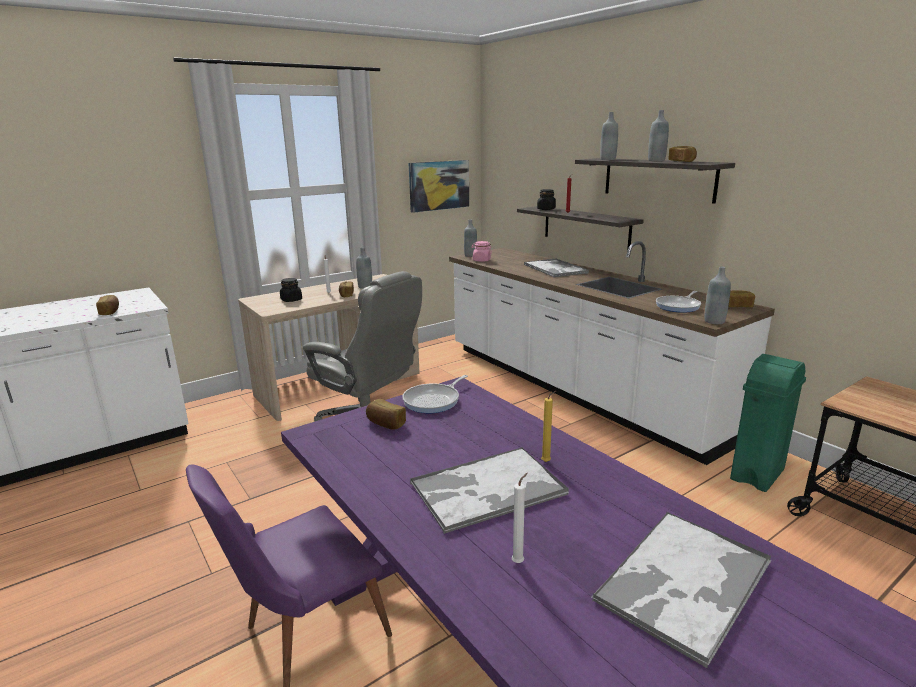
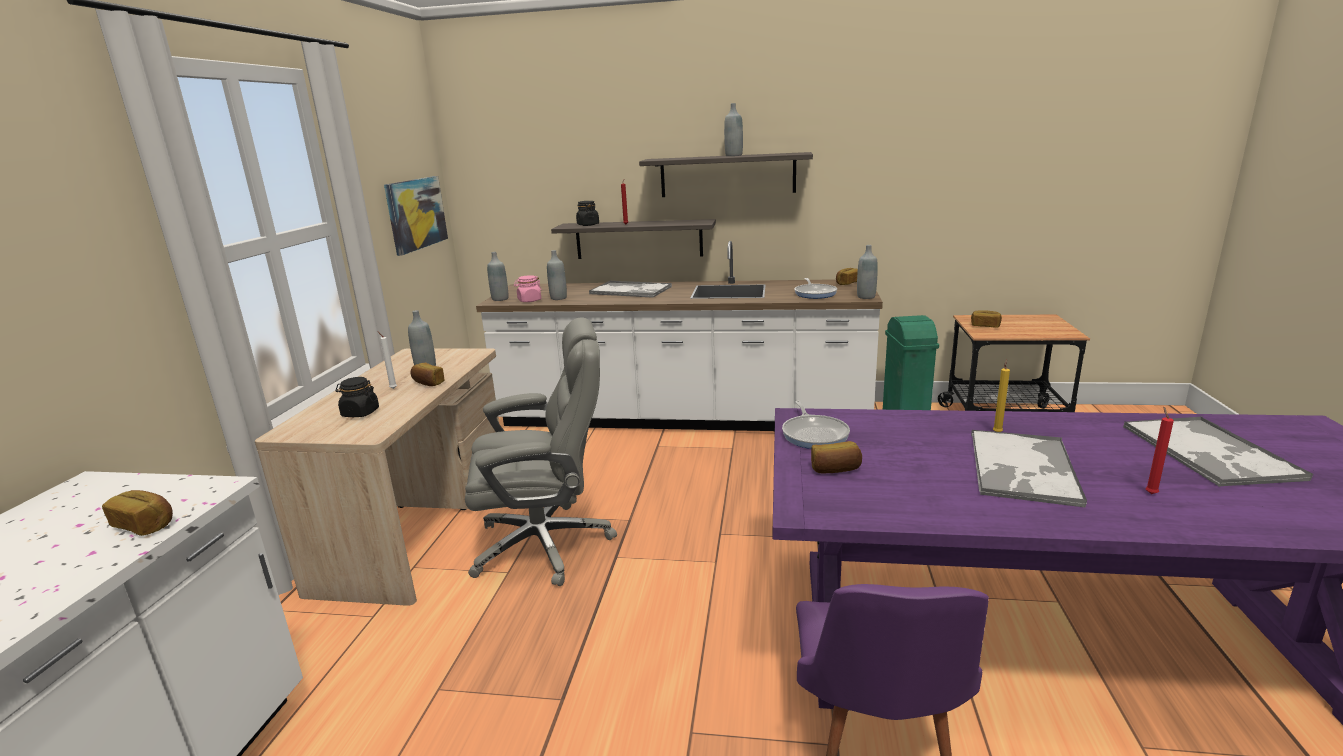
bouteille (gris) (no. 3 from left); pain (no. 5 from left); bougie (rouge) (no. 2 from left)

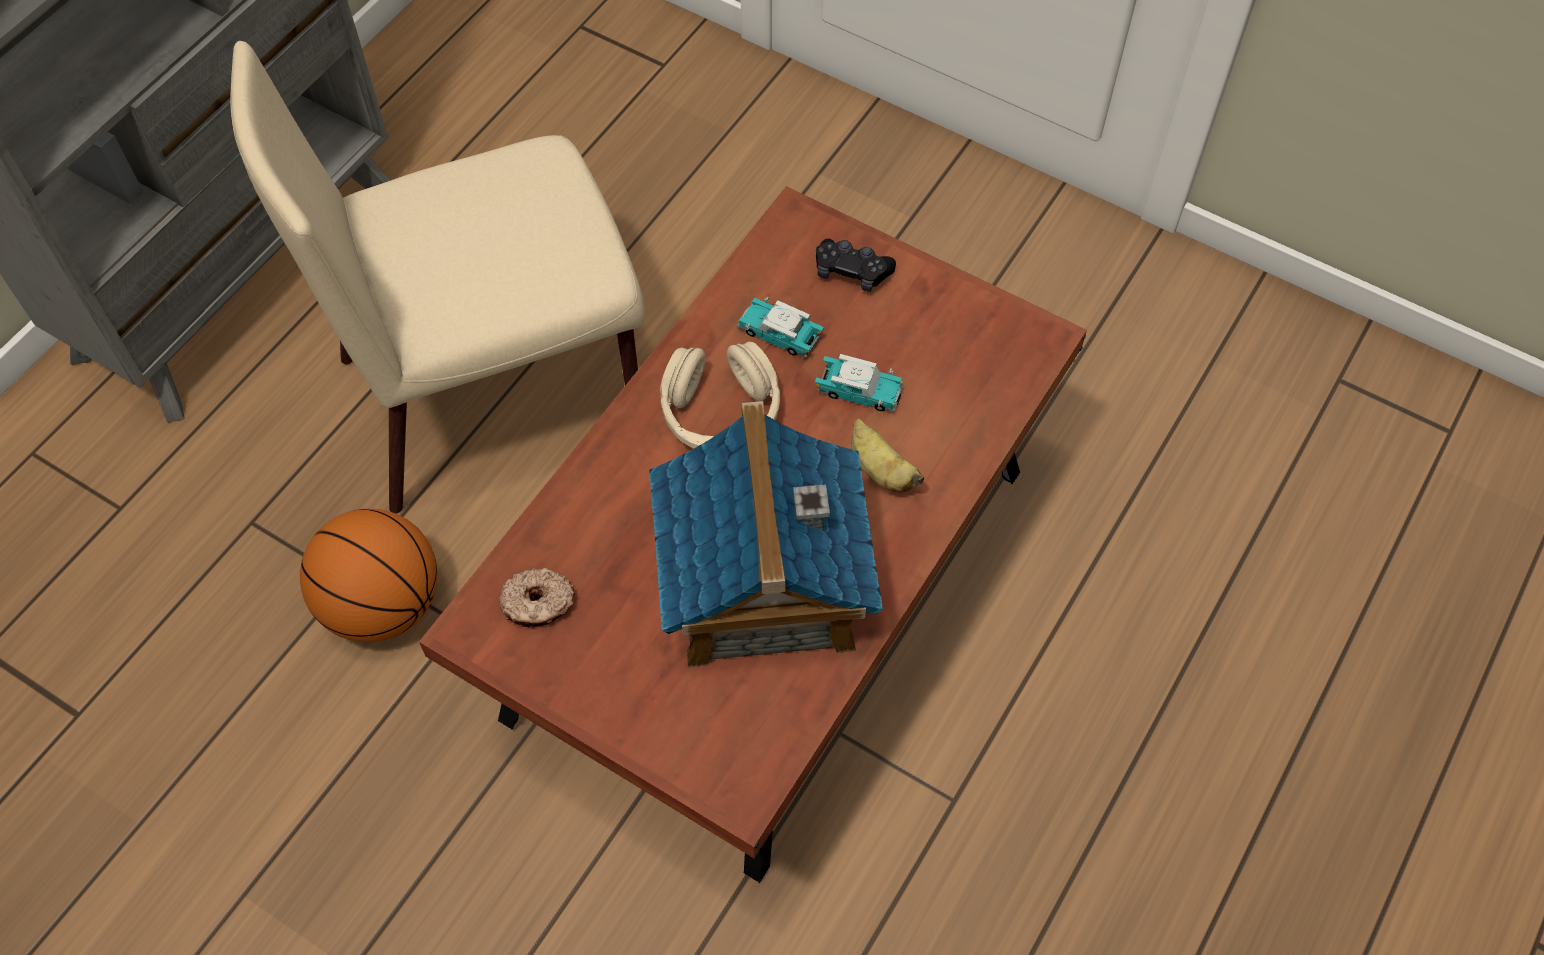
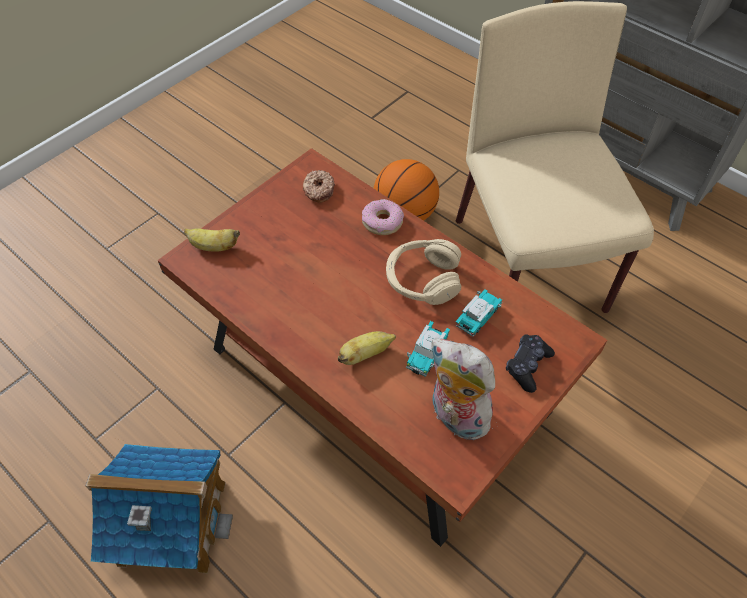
banane (no. 1 from left); beignet (no. 2 from left); peluche; maison miniature

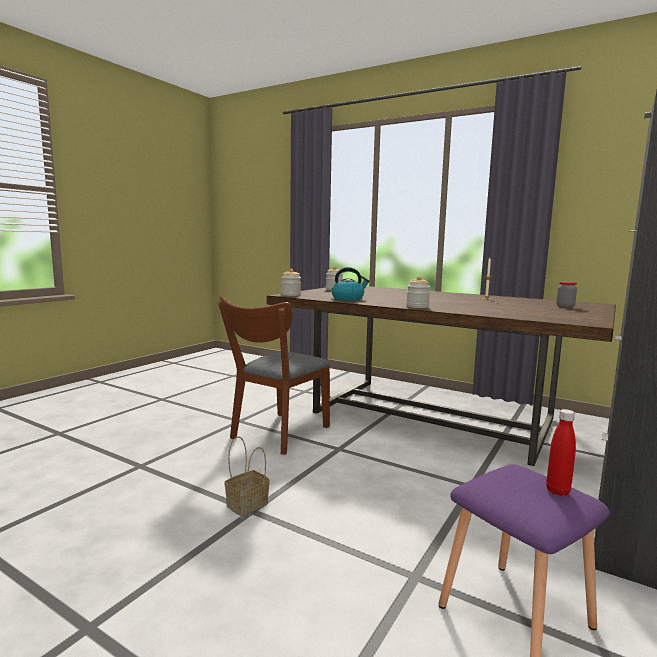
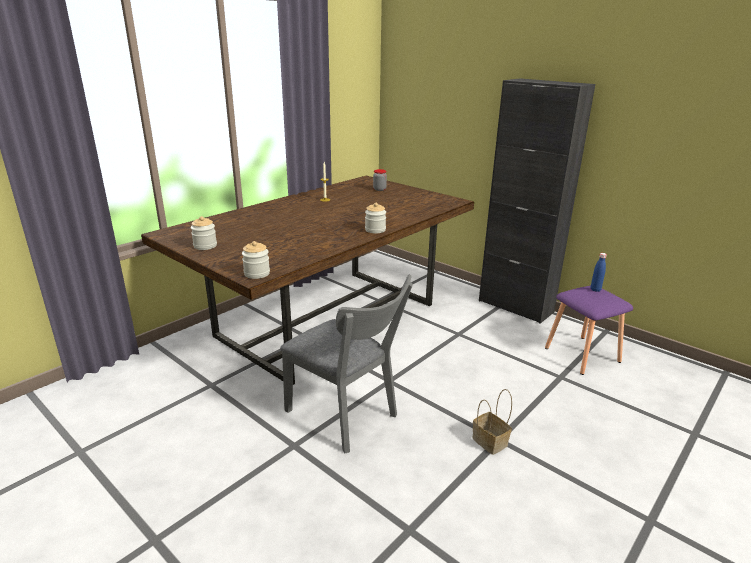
bouilloire; chaise (gris); bouteille (bleu)

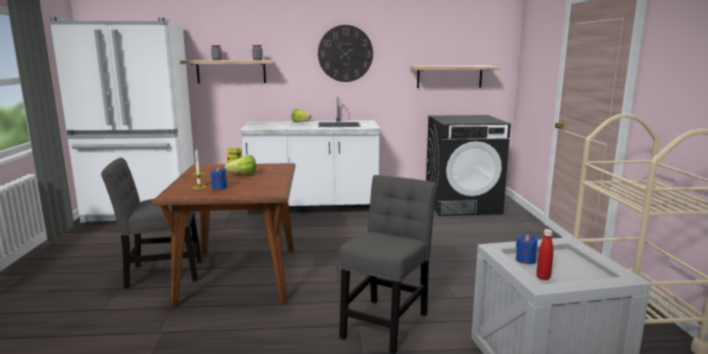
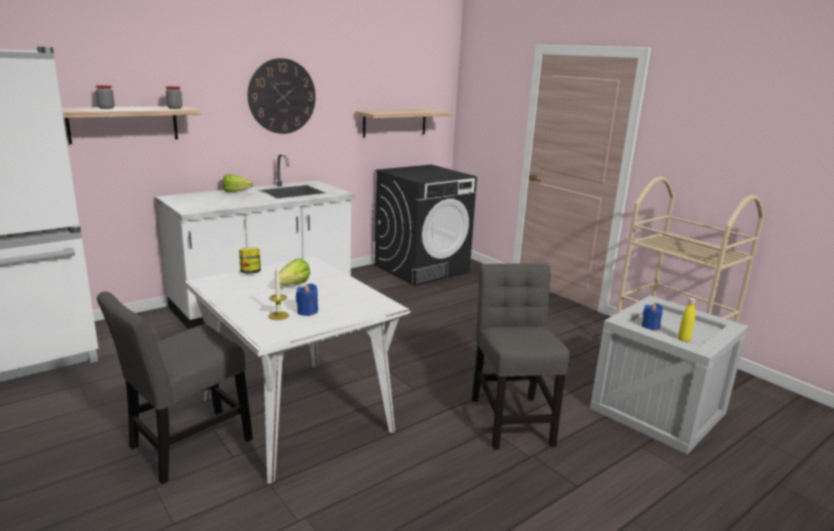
table à manger (blanc); bouteille (jaune)

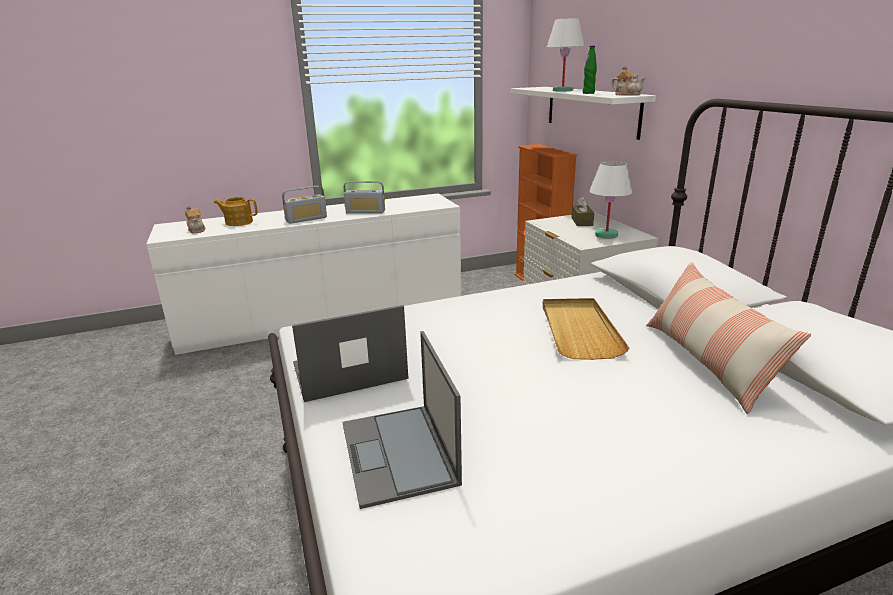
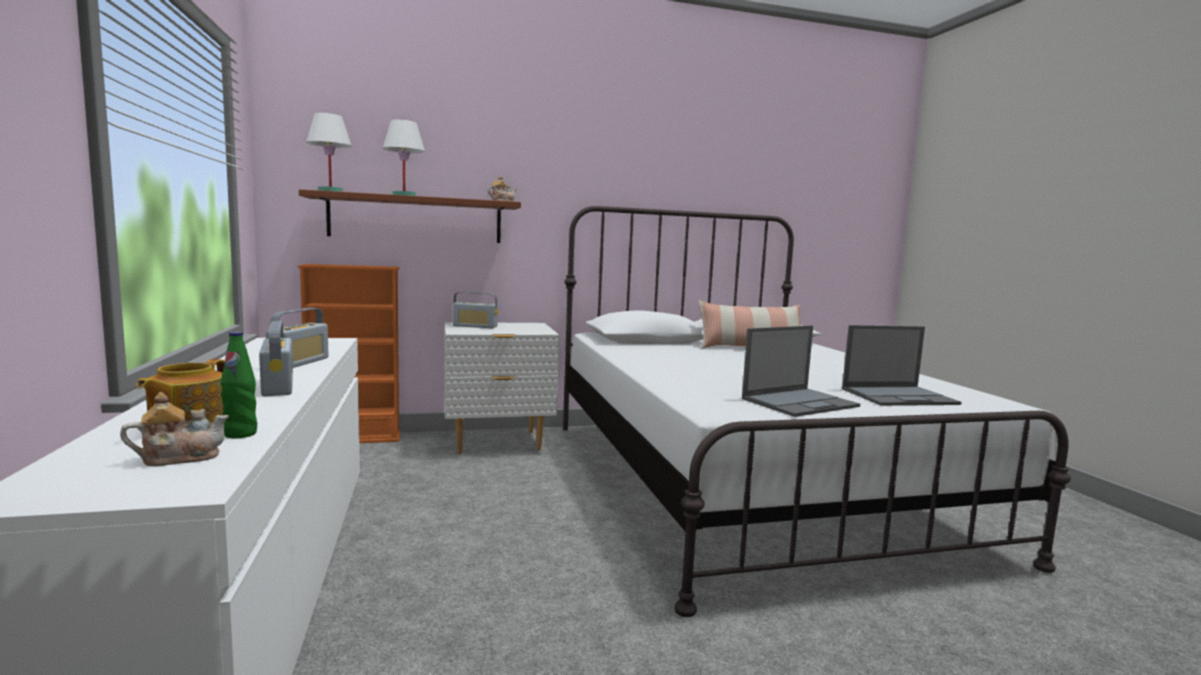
plateau (beige); bouteille (vert); lampe de table (blanc) (no. 1 from left); radio (no. 3 from left); étagère (marron); ordinateur portable (no. 1 from left)

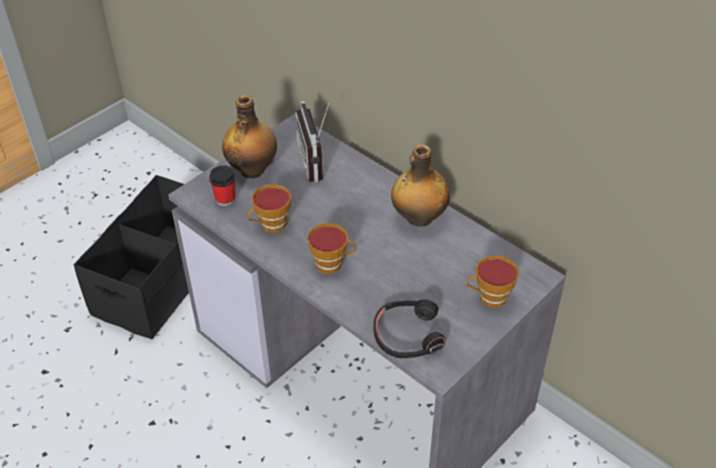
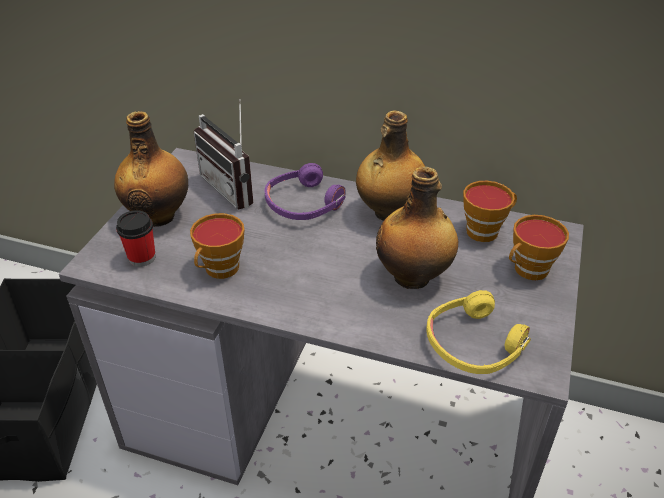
casque audio (violet); bouteille (no. 3 from left); tasse (no. 3 from left); casque audio (jaune)

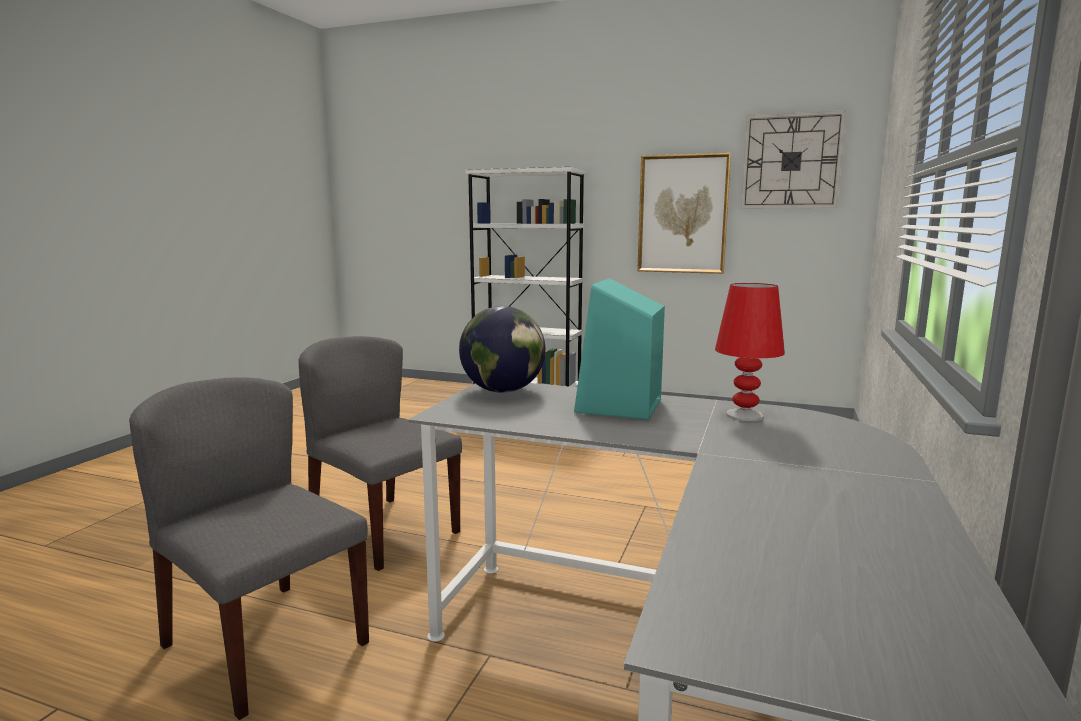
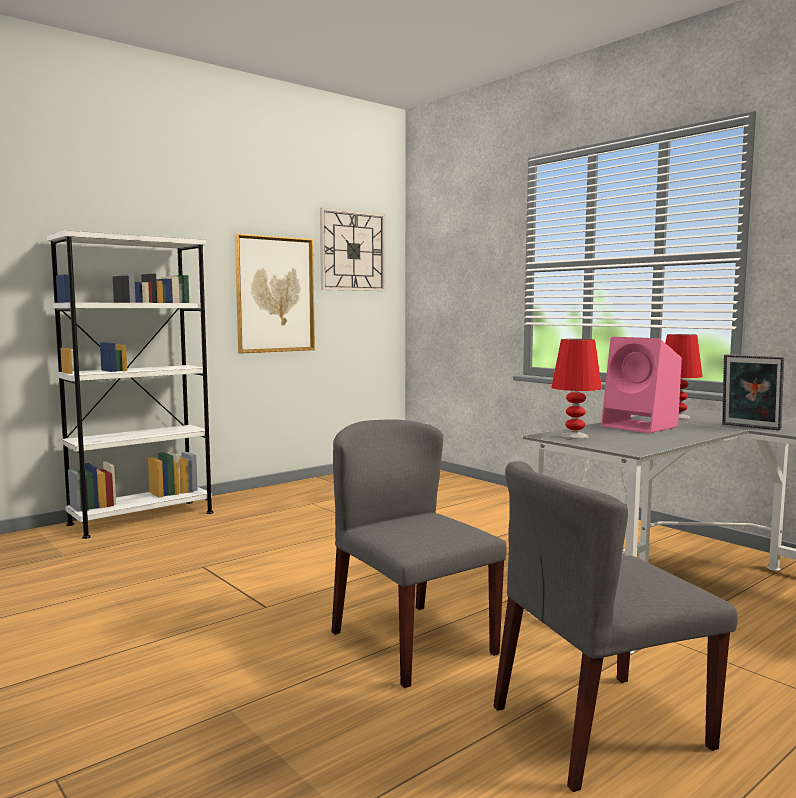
cadre photo; lampe de table (rouge) (no. 1 from left); enceinte (rose); chaise (gris) (no. 1 from left)

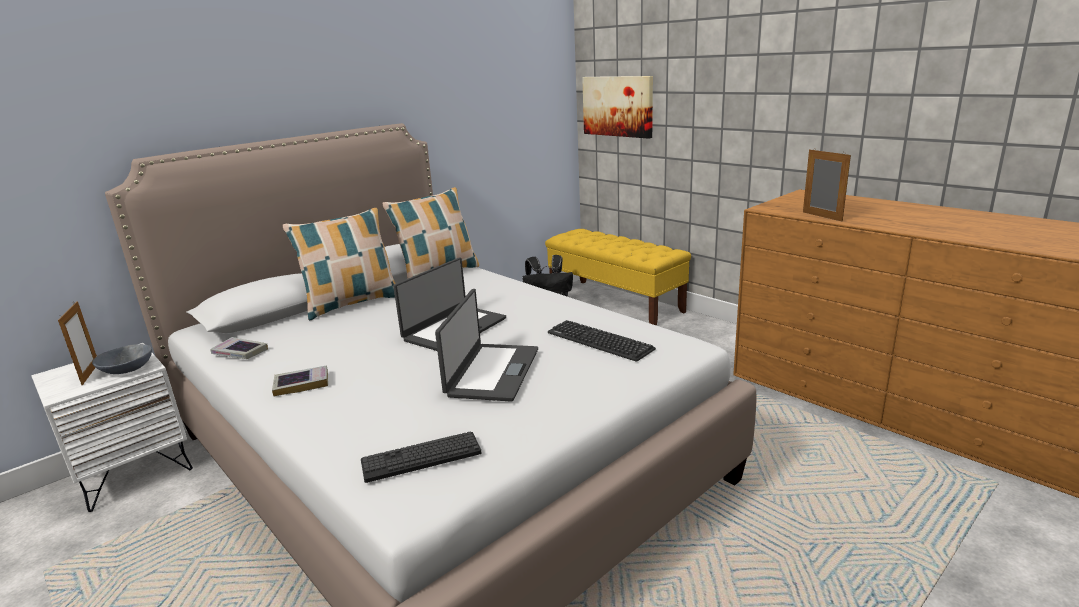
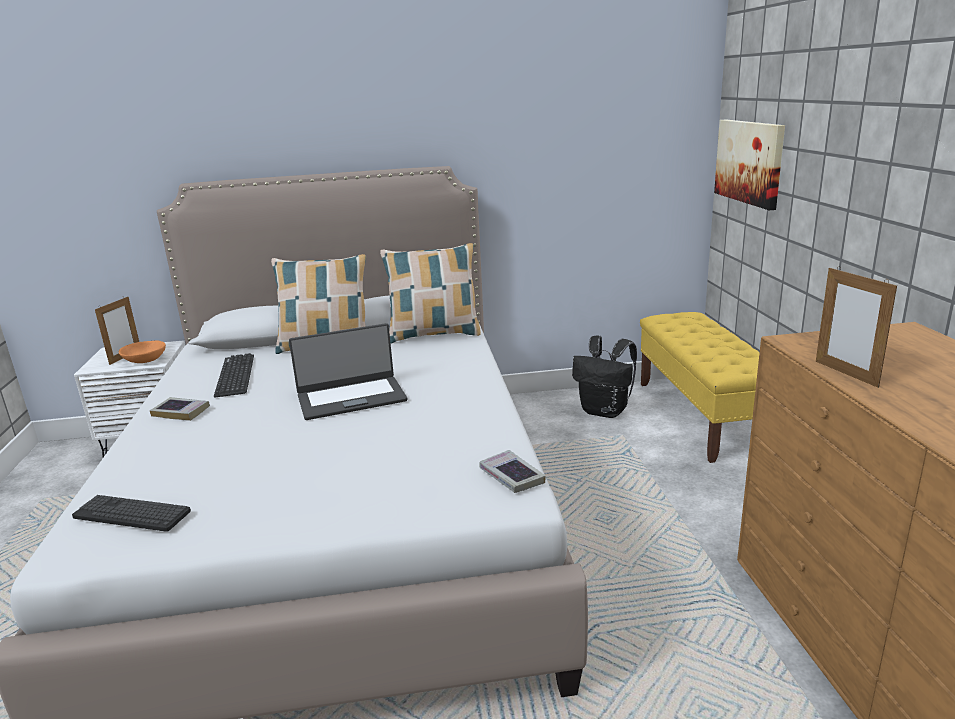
ordinateur portable (no. 2 from left in the first image); livre (no. 2 from left); clavier (no. 2 from left); bol (orange); cadre photo (no. 2 from left)

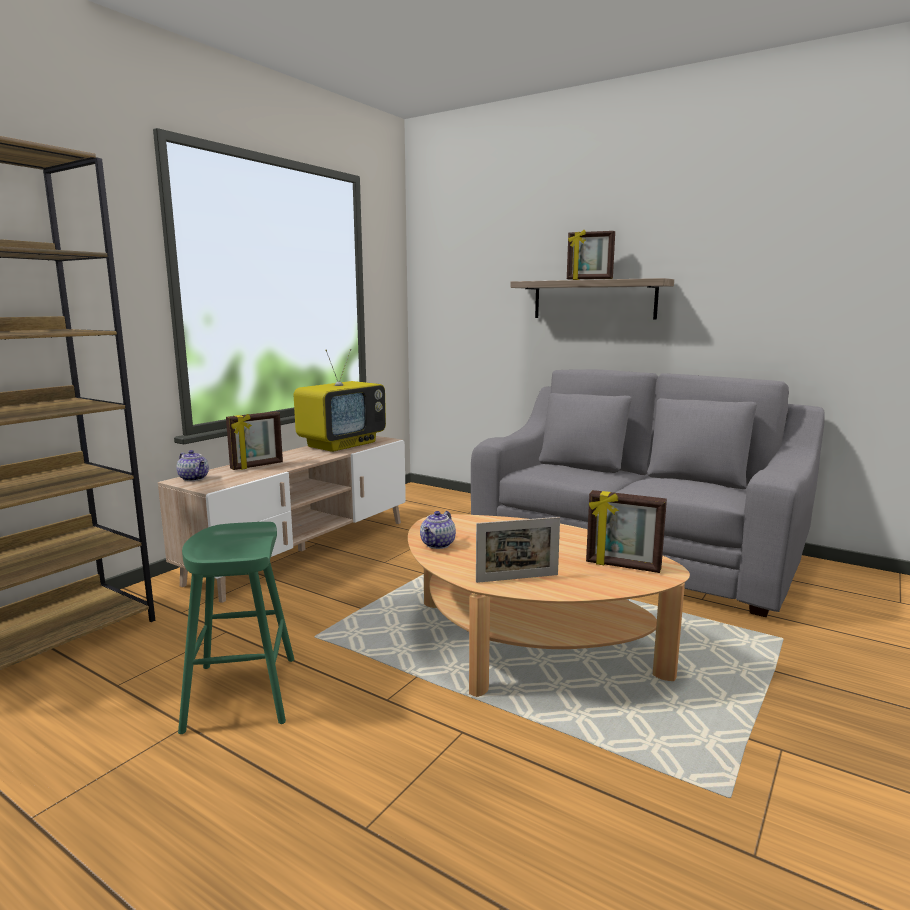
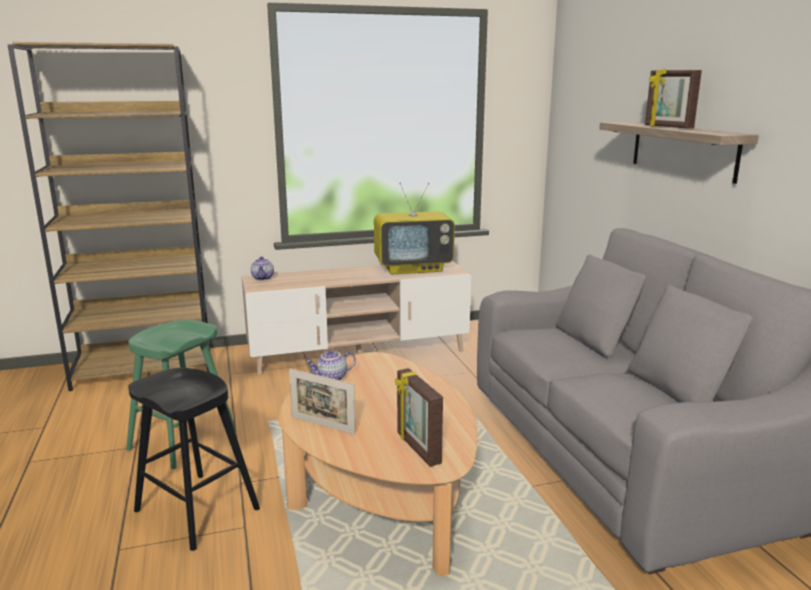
cadre photo (no. 1 from left in the first image); tabouret (noir)

